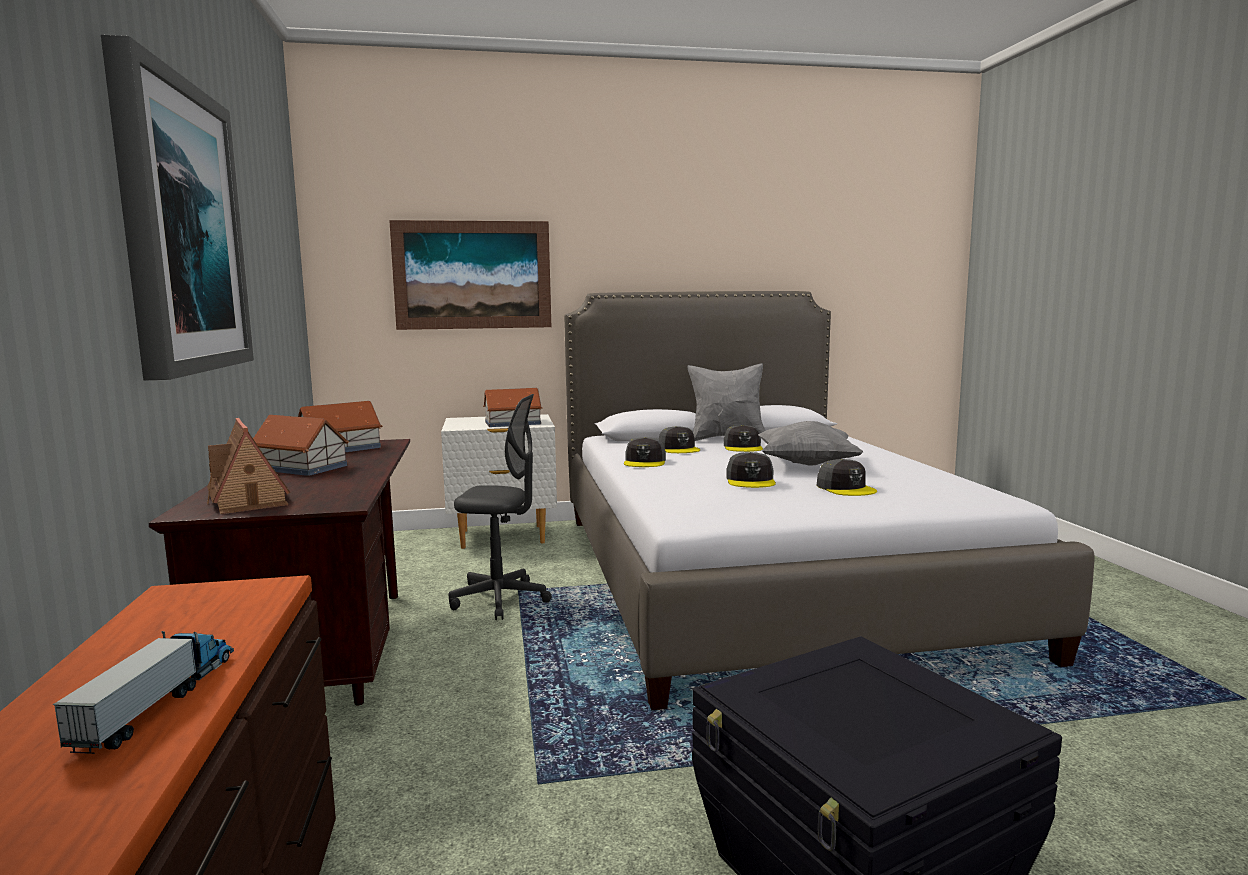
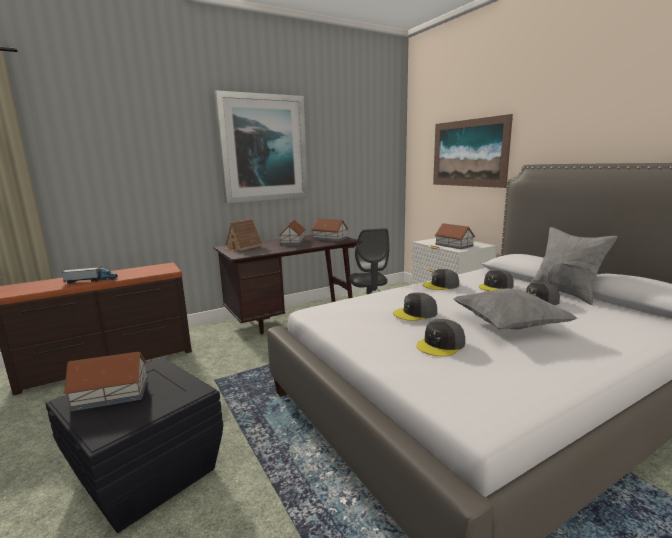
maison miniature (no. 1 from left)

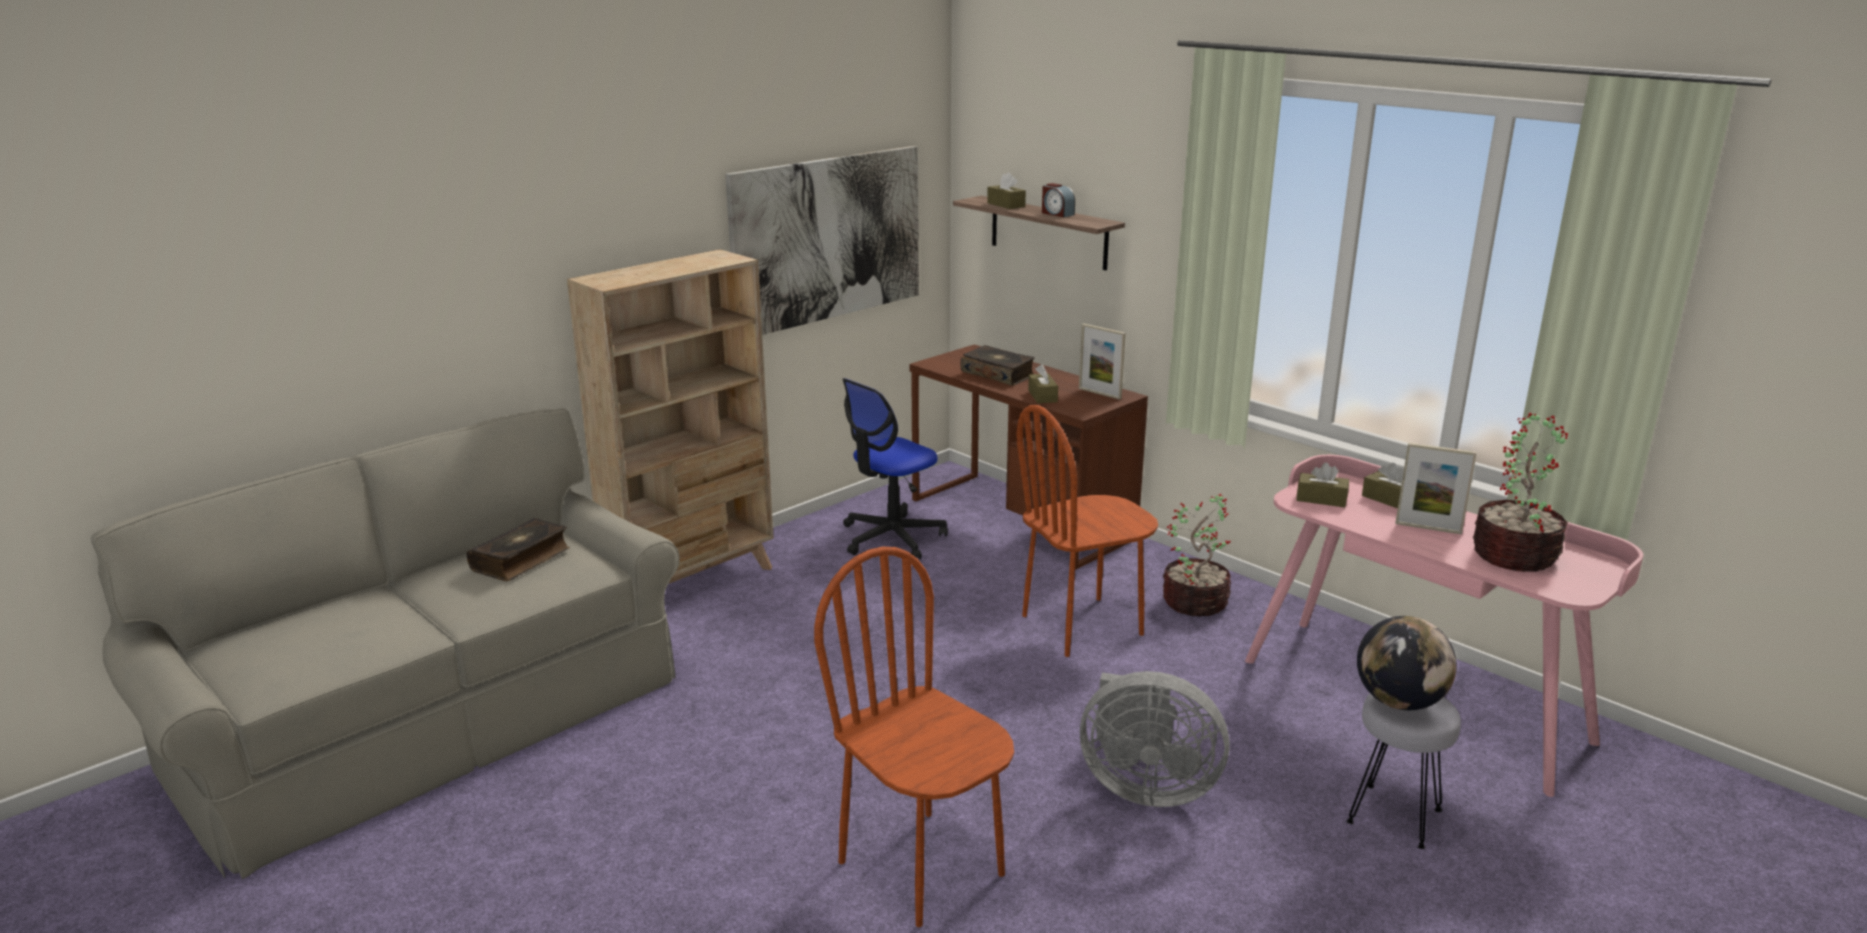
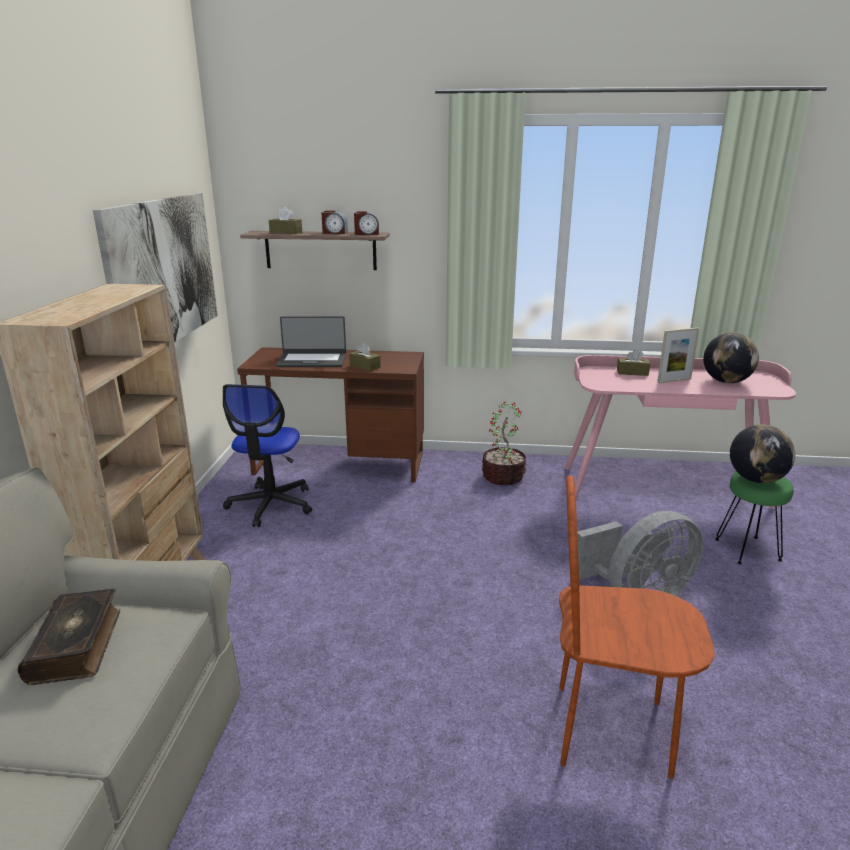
chaise (marron) (no. 2 from left in the first image); cadre photo (no. 1 from left in the first image); boîte à mouchoirs (marron) (no. 3 from left in the first image); réveil (no. 2 from left); ordinateur portable; globe (no. 1 from left); tabouret (vert)

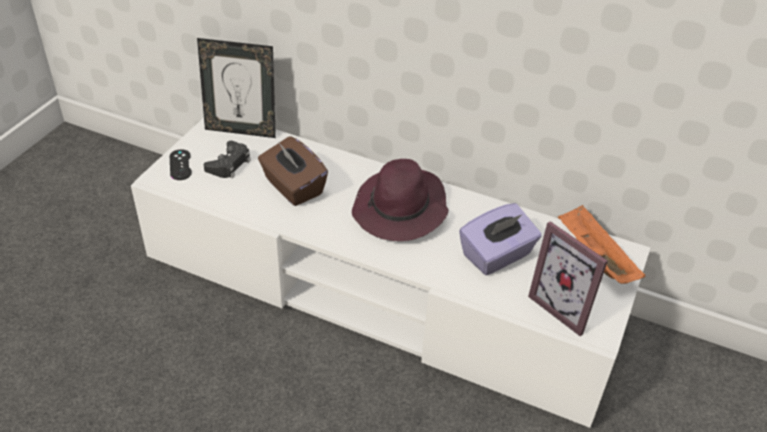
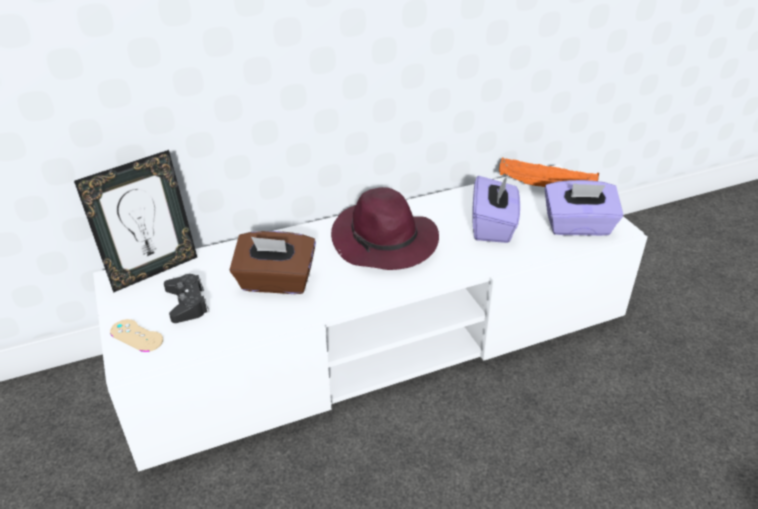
boîte à mouchoirs (violet) (no. 2 from left); manette (beige)

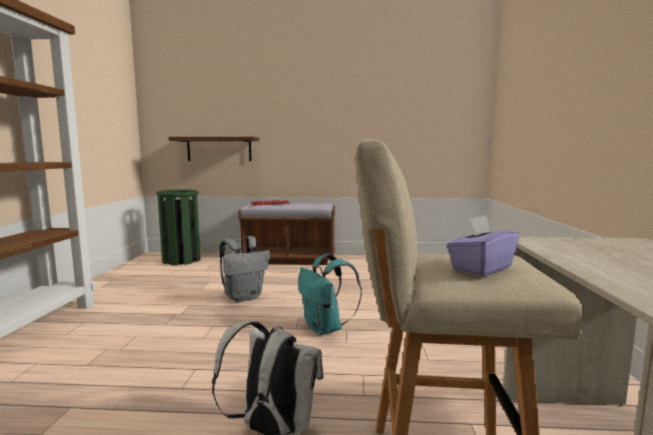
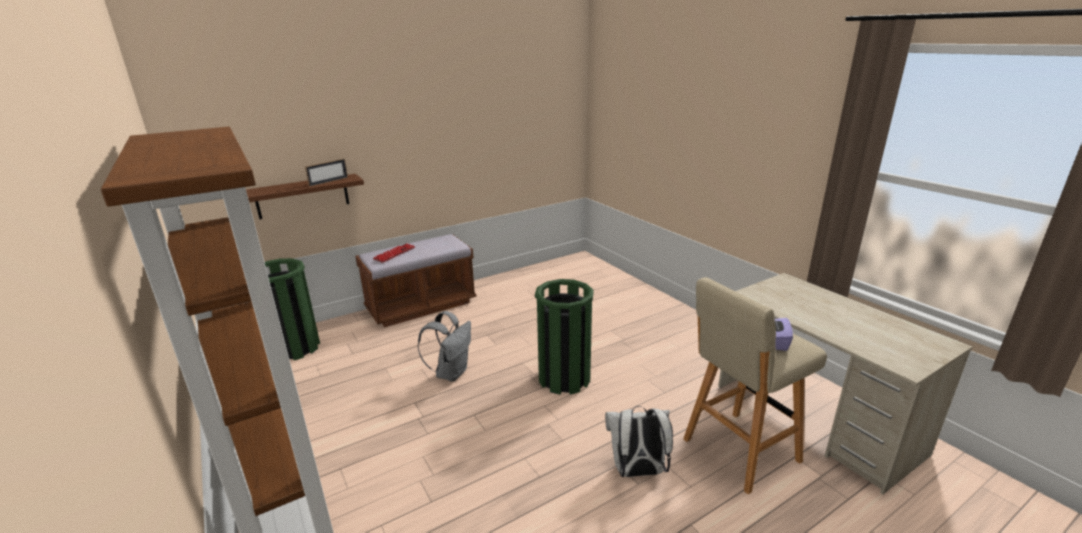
cadre photo; poubelle (vert) (no. 2 from left)

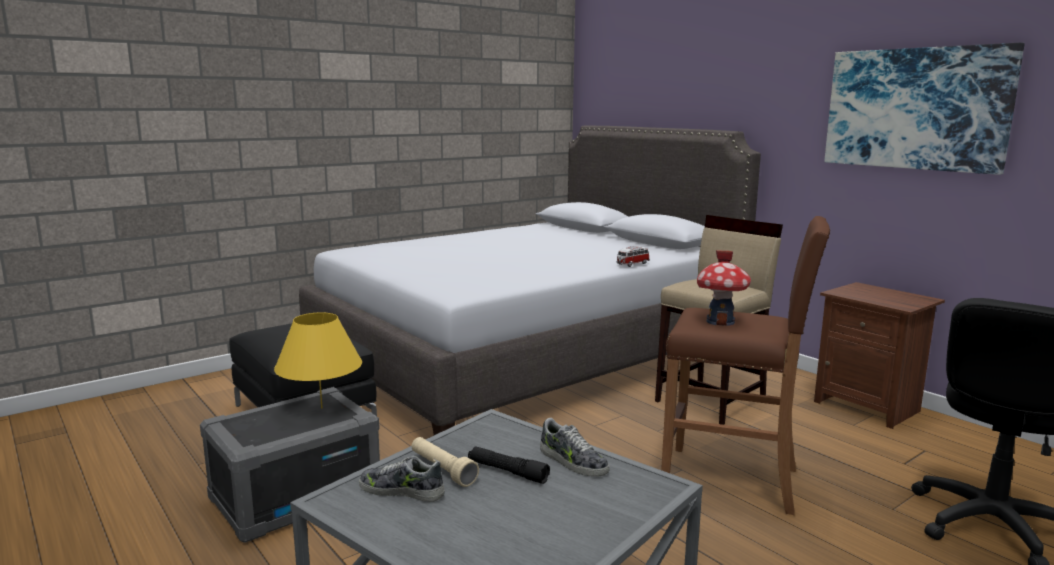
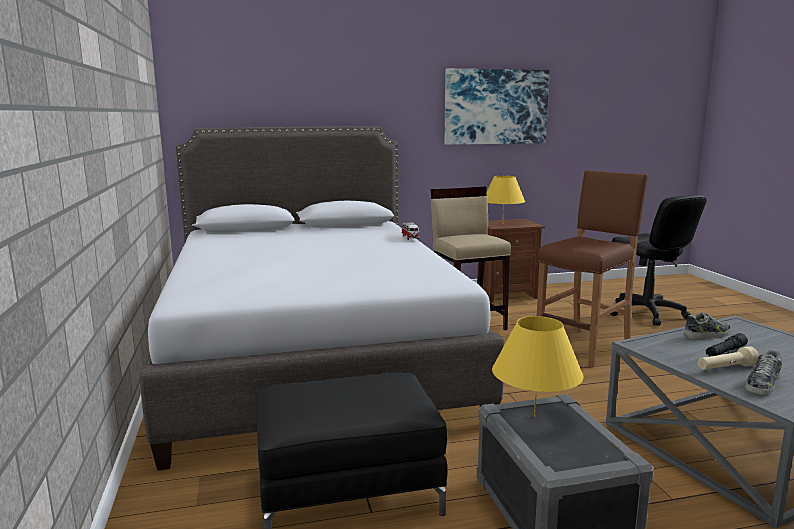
maison miniature; lampe de table (jaune) (no. 1 from left)

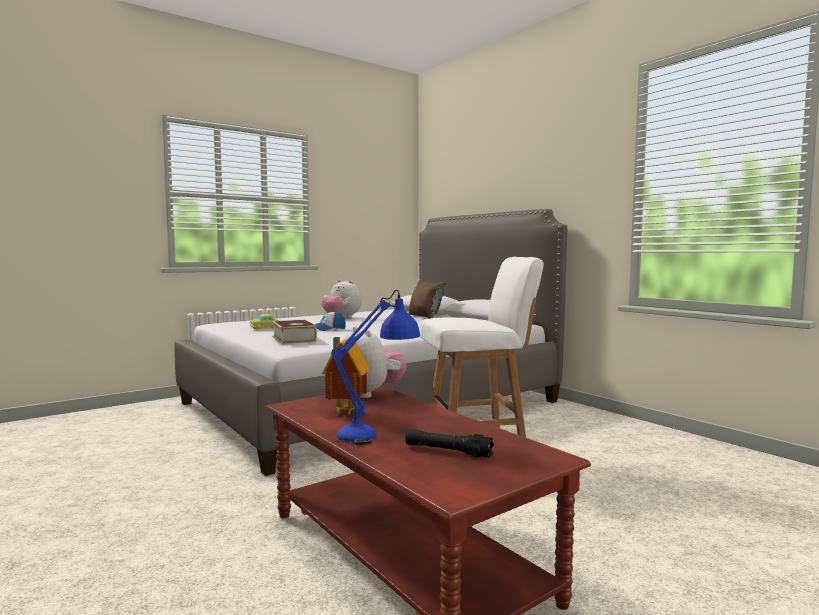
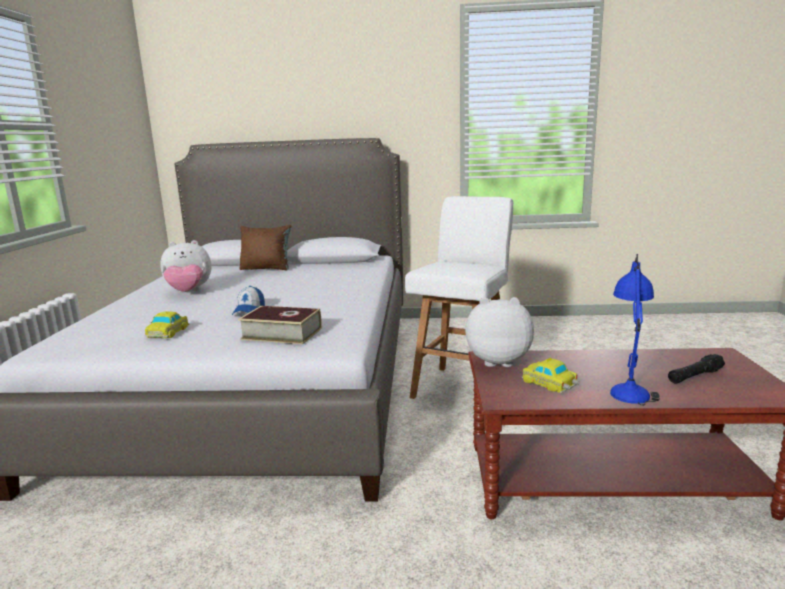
petite voiture (no. 2 from left)

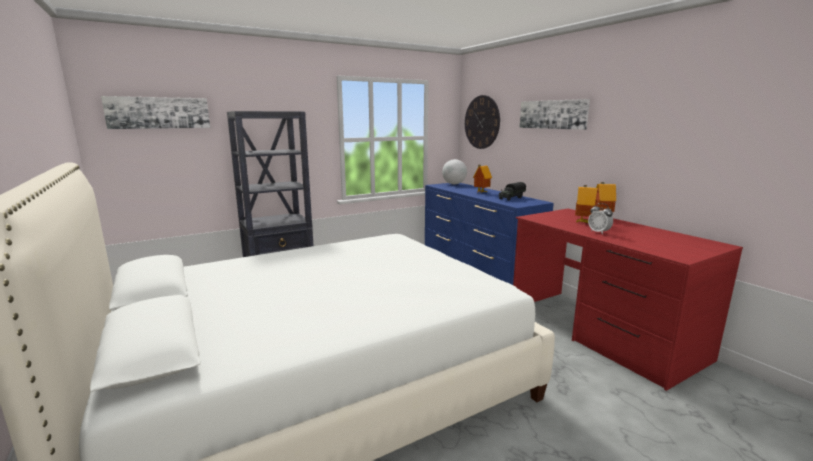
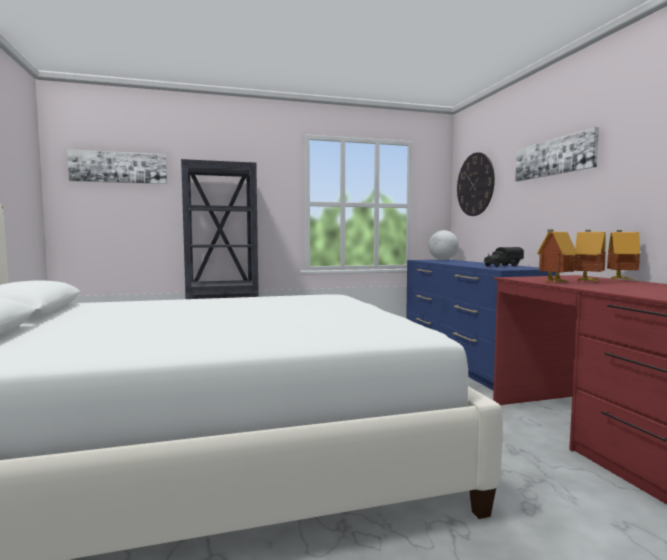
réveil; maison miniature (no. 1 from left)

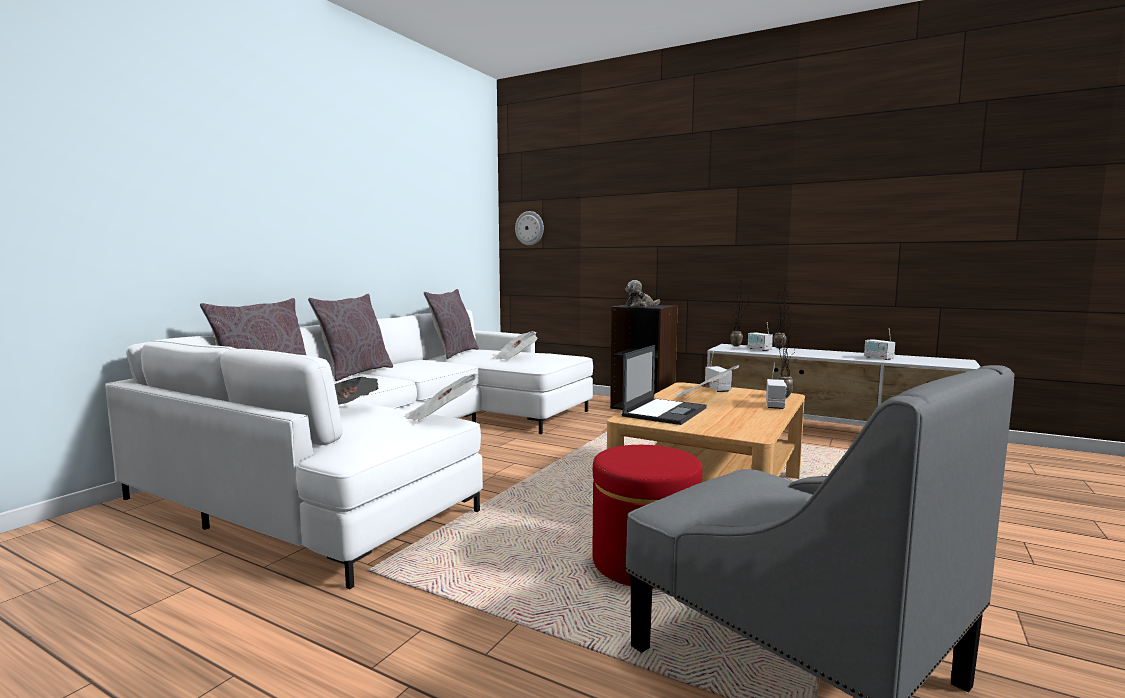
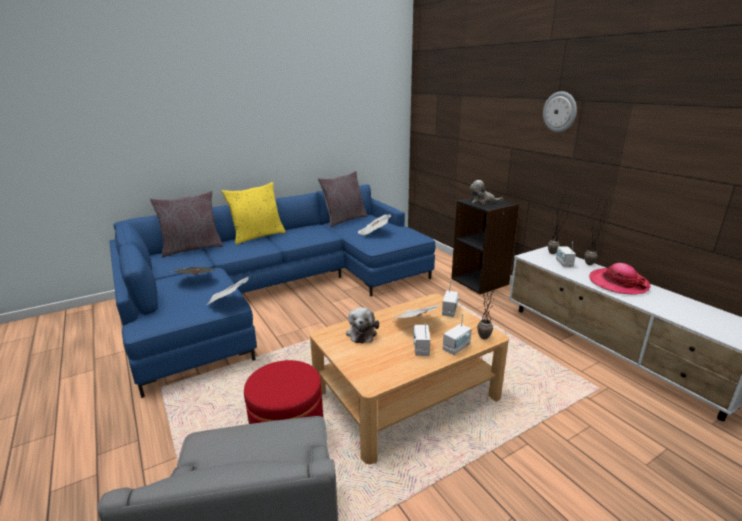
chapeau; horloge murale; radio (no. 1 from left); peluche (no. 1 from left); canapé (bleu); coussin (jaune)

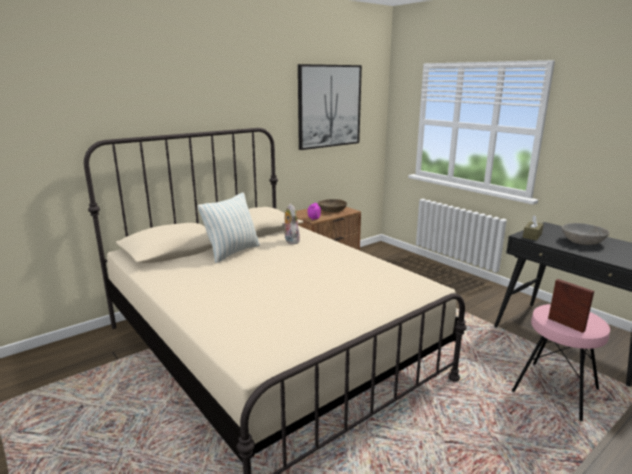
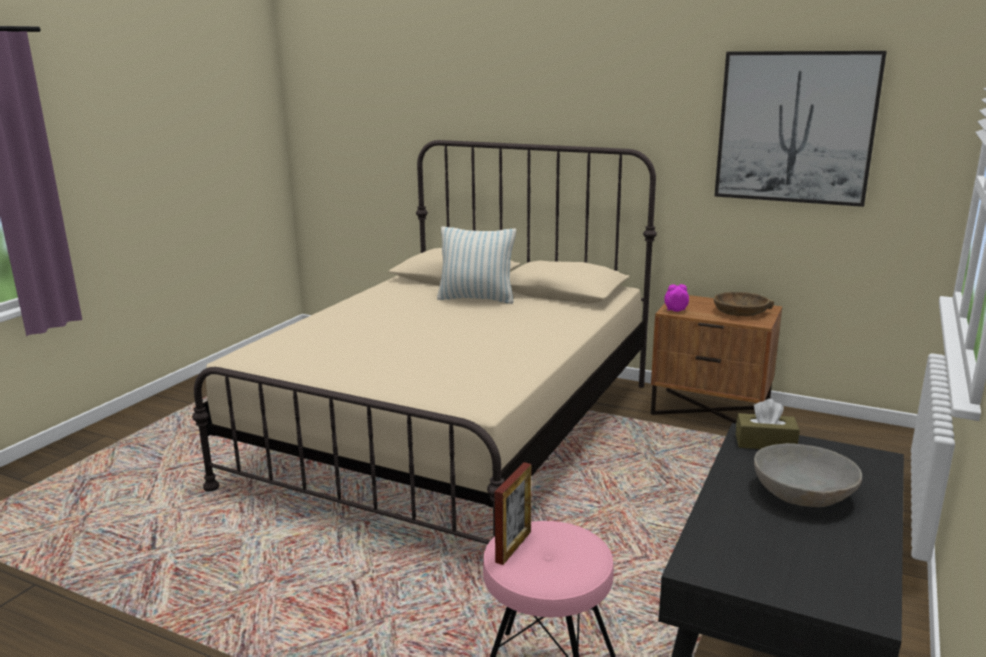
peluche

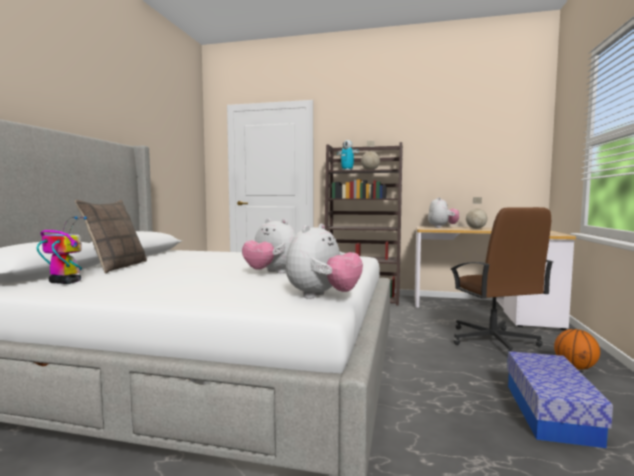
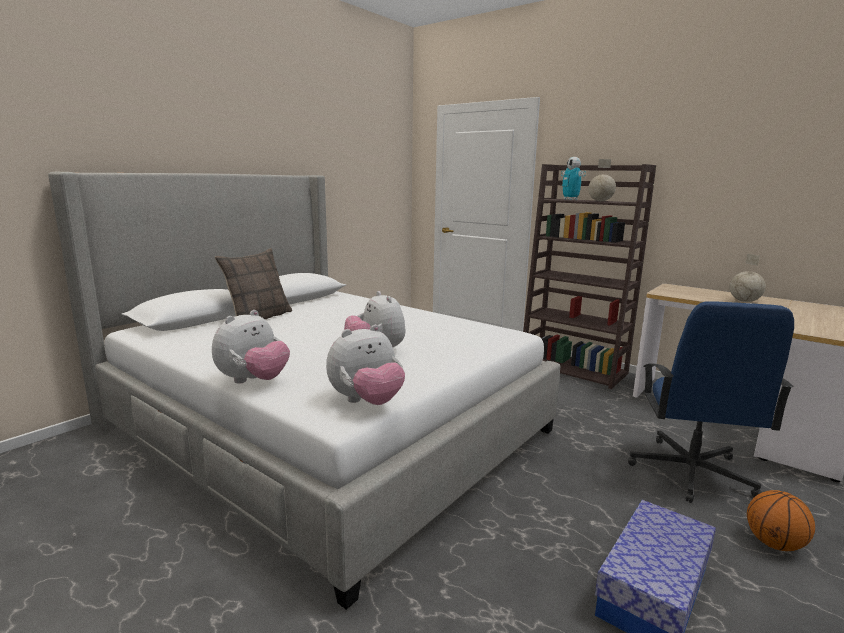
robot jouet (no. 1 from left in the first image); peluche (no. 1 from left); chaise de bureau (bleu)

